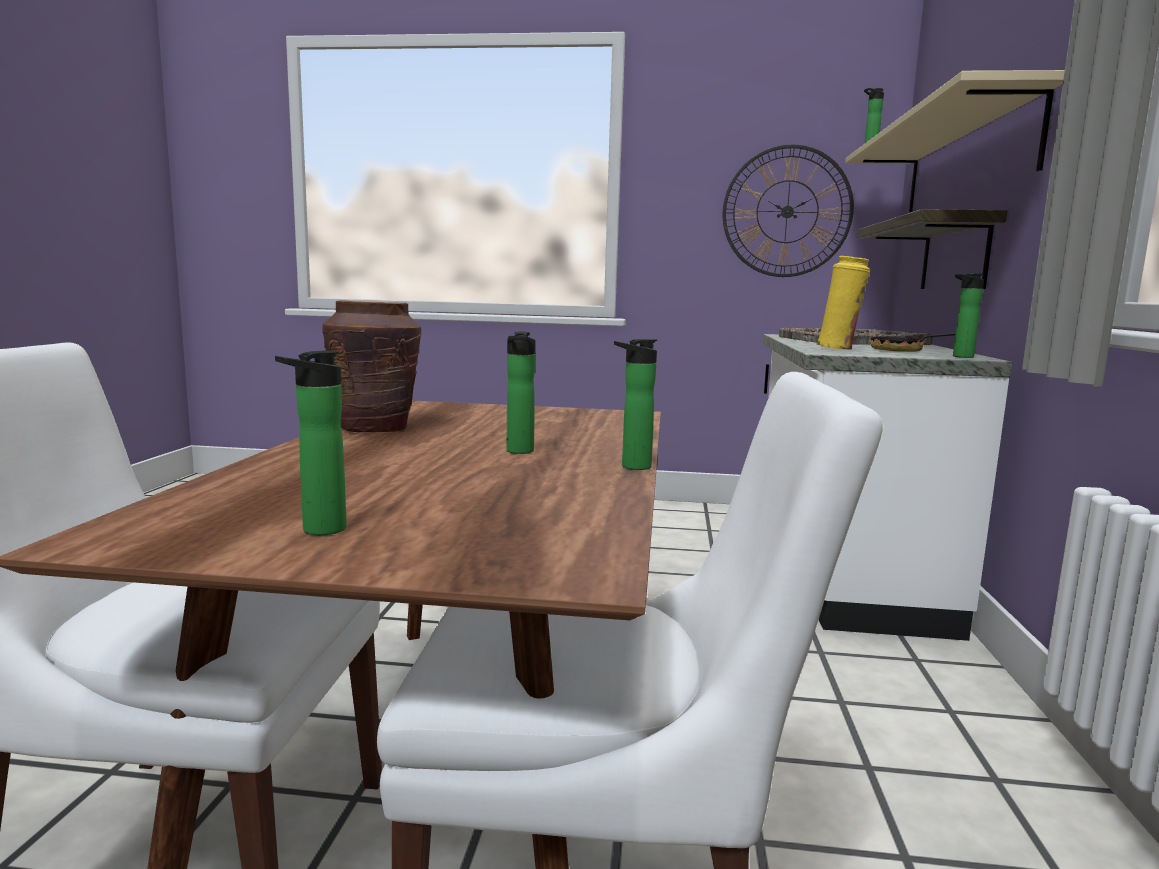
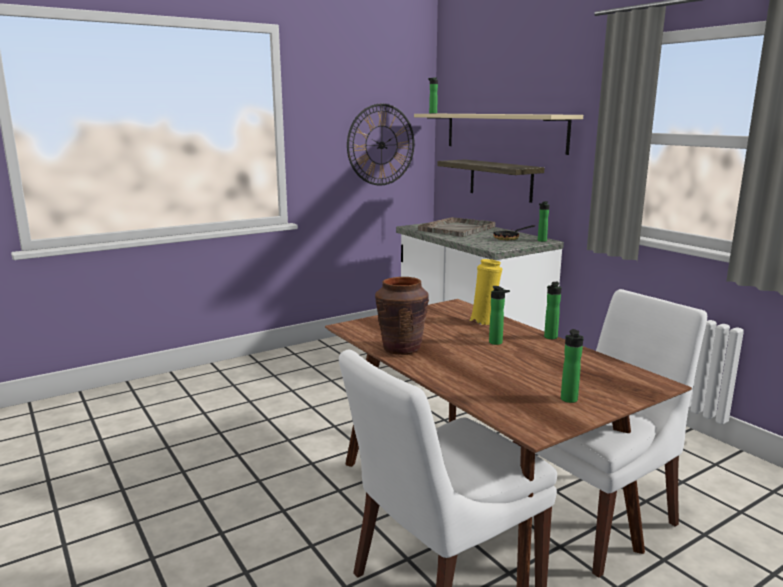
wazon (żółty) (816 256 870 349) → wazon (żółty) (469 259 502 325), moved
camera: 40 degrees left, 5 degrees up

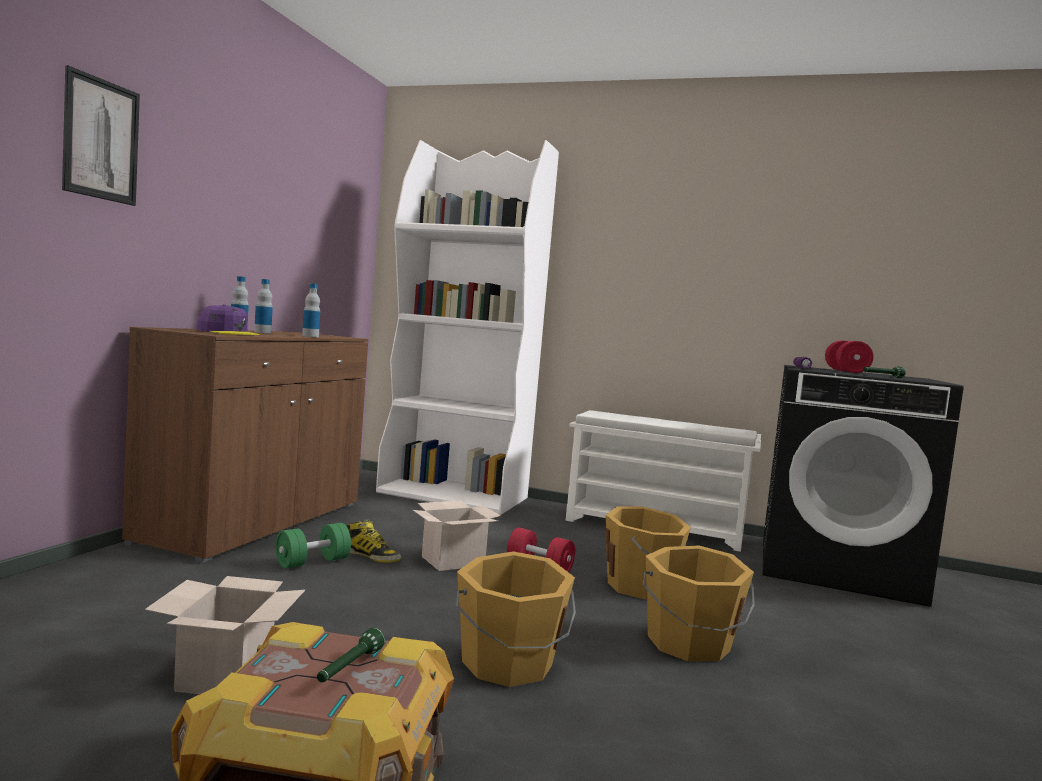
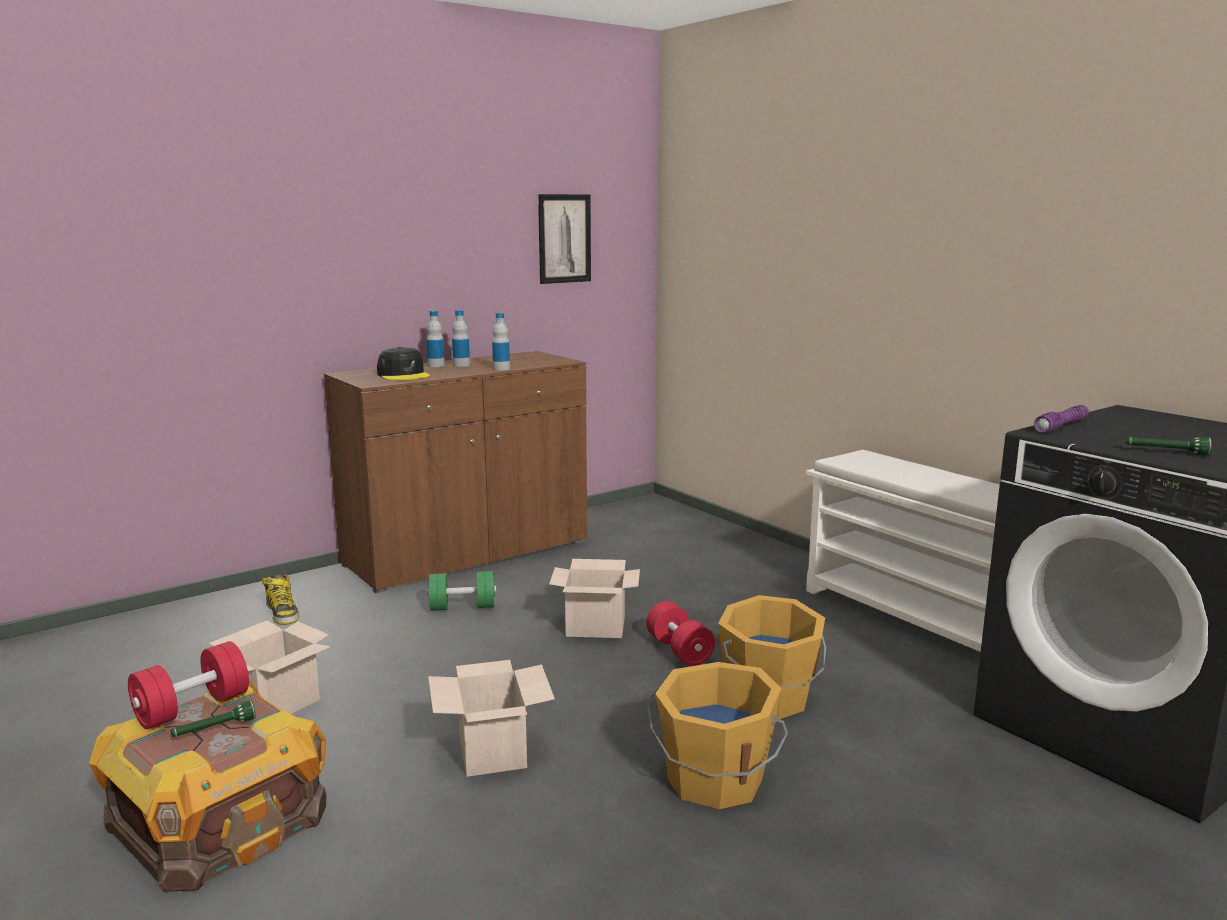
obraz (62 65 140 206) → obraz (538 194 591 284), moved
czapka z daszkiem (fioletowy) (197 304 260 335) → czapka z daszkiem (czarny) (377 347 430 380)
but z cholewką (346 520 401 563) → but z cholewką (262 575 299 625), moved
regał (biały) (376 140 559 515) → -
wiadro (pomarańczowy) (456 551 576 687) → karton (428 660 555 777)
hantel (czerwony) (825 341 873 373) → hantel (czerwony) (128 641 249 729), moved
camera: 35 degrees right, 10 degrees up

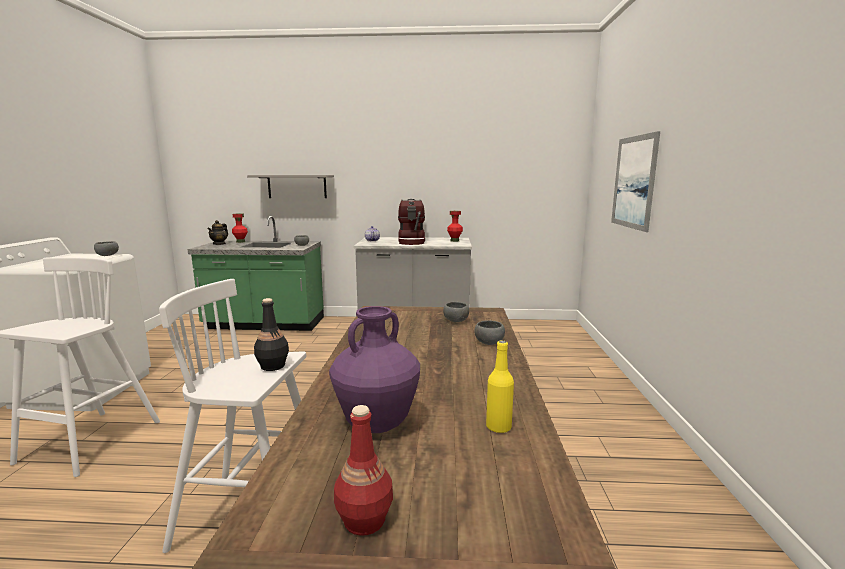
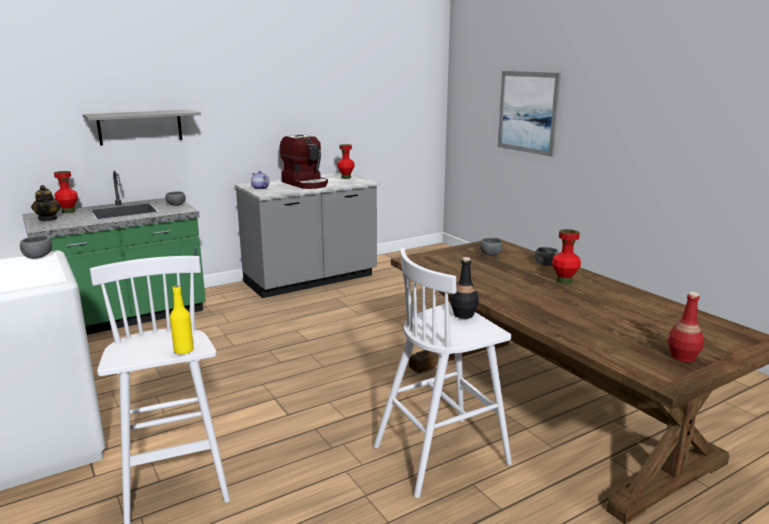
wazon (fioletowy) (329 306 420 433) → -
butelka (żółty) (486 340 514 433) → butelka (żółty) (170 286 194 354), moved
- → wazon (czerwony) (552 229 581 284)
camera: 35 degrees left, 5 degrees up

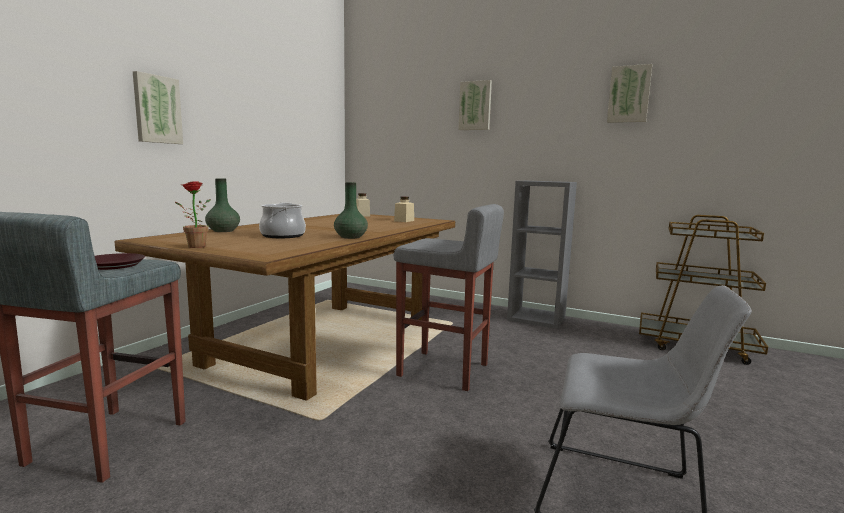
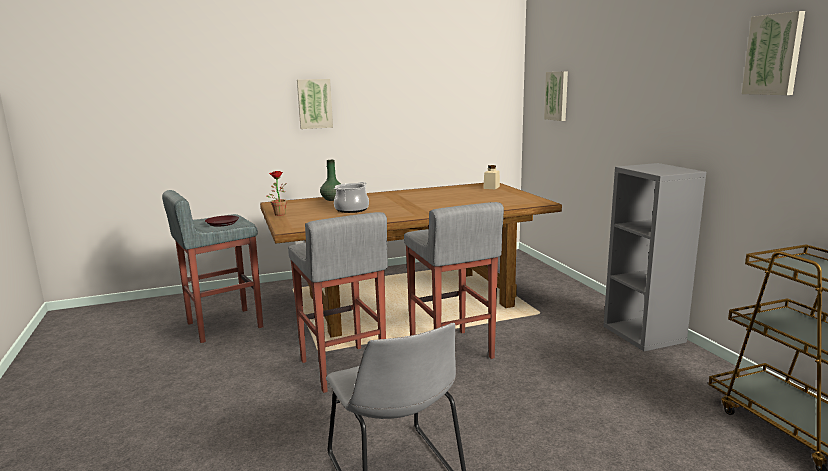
wazon (zielony) (334 182 368 239) → -
słoik (beżowy) (394 197 414 222) → -
obraz (458 80 492 130) → obraz (544 71 568 121), moved
- → stołek (szary) (288 212 388 393)
camera: 45 degrees right, 5 degrees up

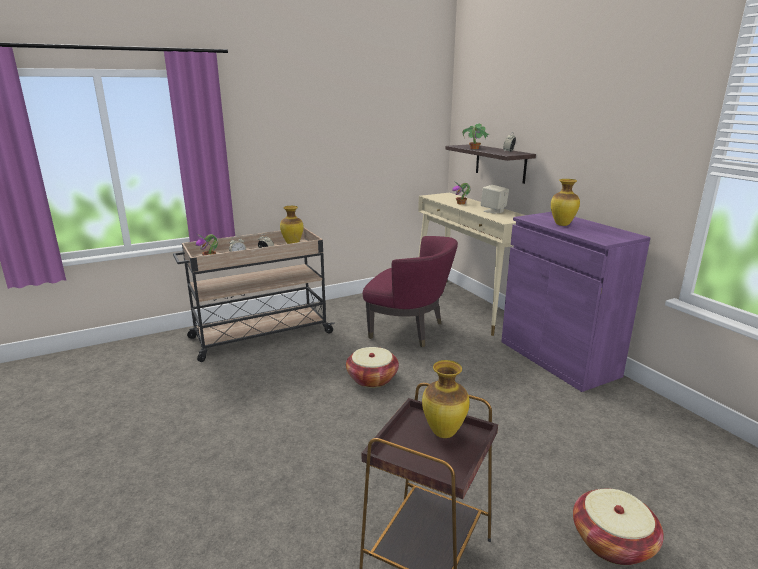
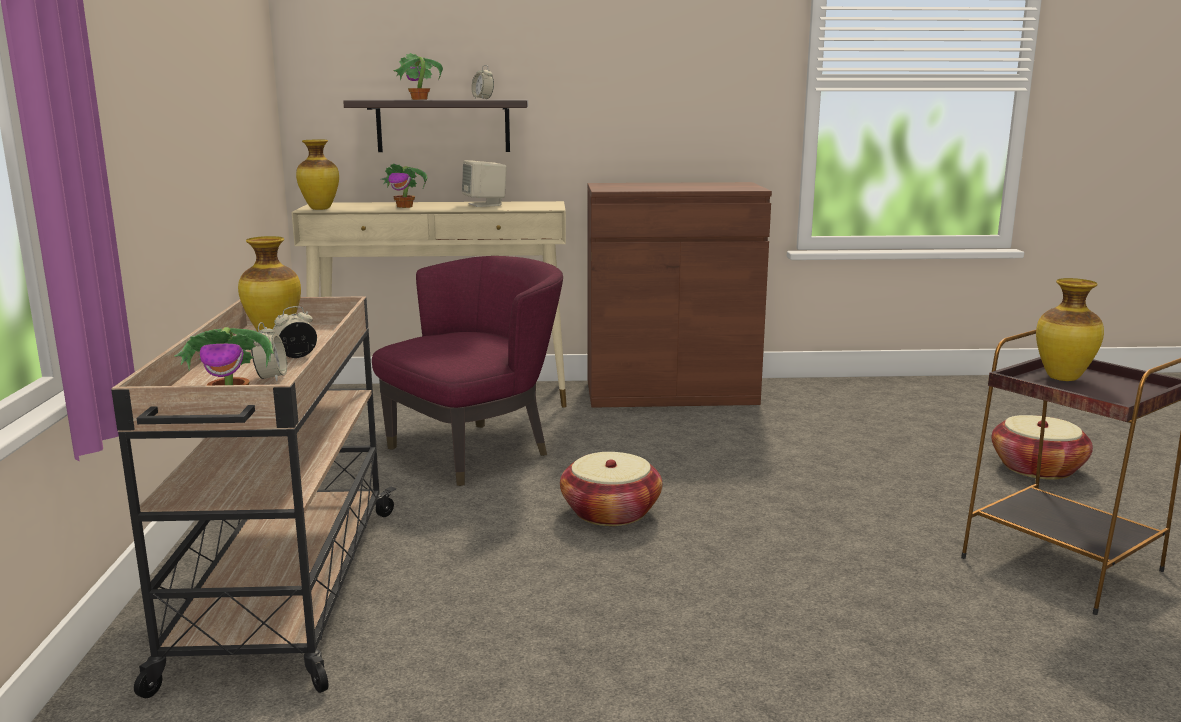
szafka (fioletowy) (501 212 651 392) → szafka (brązowy) (587 182 772 408)
wazon (551 179 580 226) → wazon (296 140 339 210), moved
camera: 65 degrees left, 5 degrees down

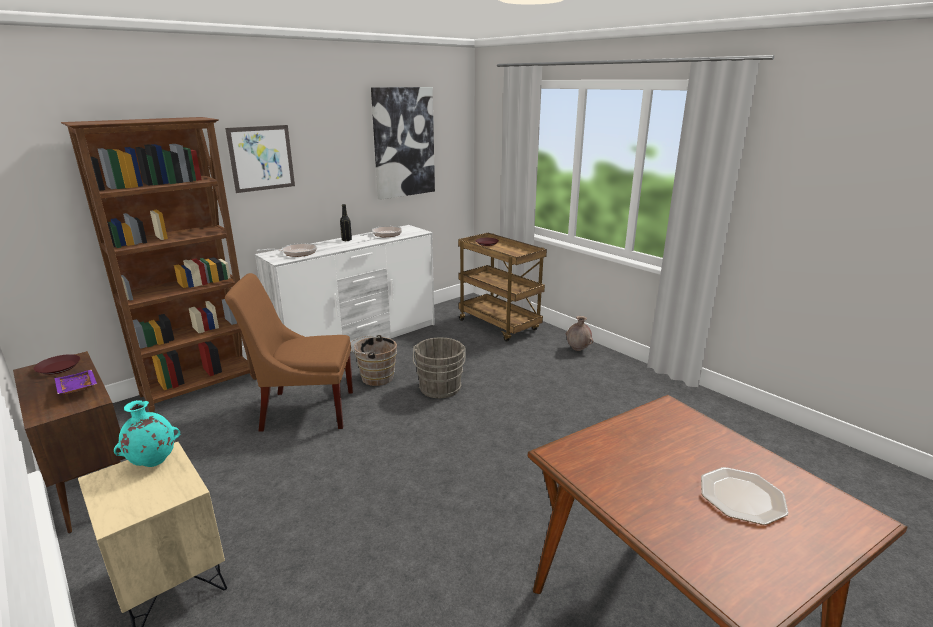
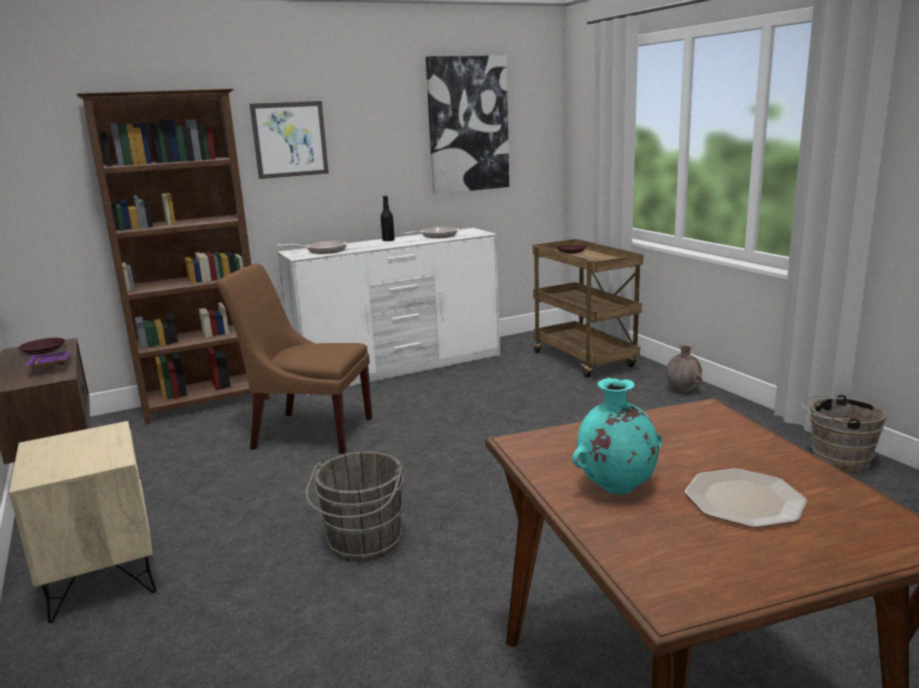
wazon (turkusowy) (114 400 180 467) → wazon (turkusowy) (572 378 662 494), moved
wiadro (brązowy) (351 335 397 386) → wiadro (brązowy) (801 395 887 474), moved
wiadro (szary) (413 337 466 398) → wiadro (szary) (305 451 404 562), moved
camera: 15 degrees right, 5 degrees down

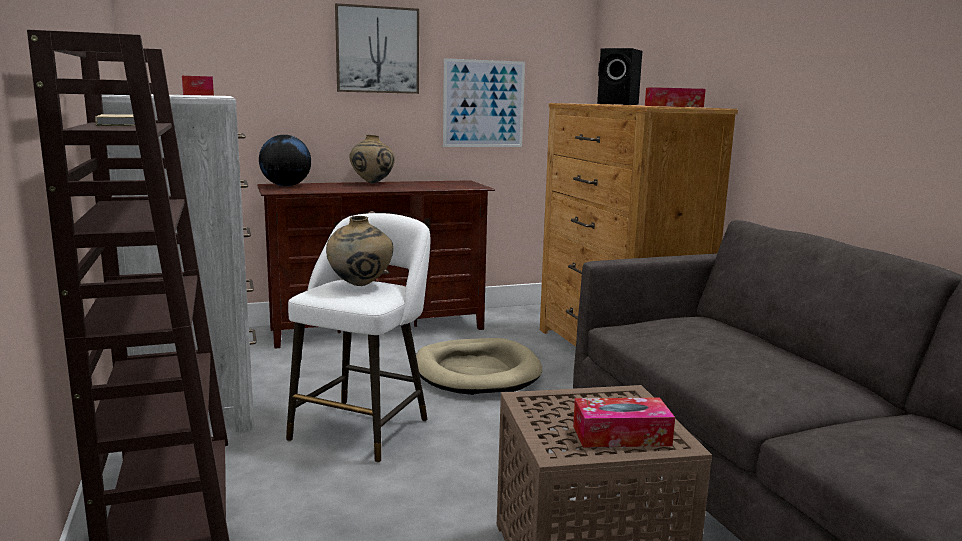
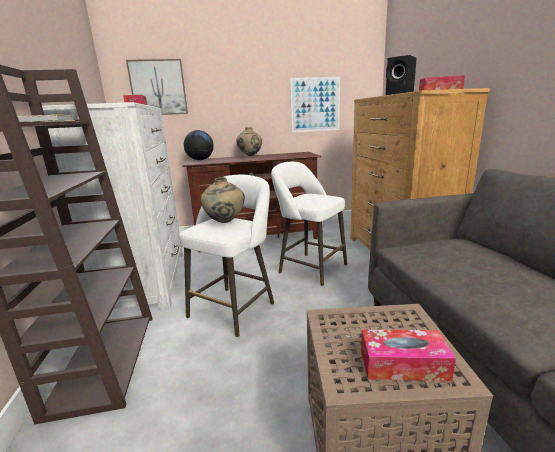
obraz (335 3 419 94) → obraz (126 59 188 115), moved
legowisko (beżowy) (416 338 542 395) → stołek (biały) (271 162 347 286)
camera: 10 degrees right, 5 degrees up

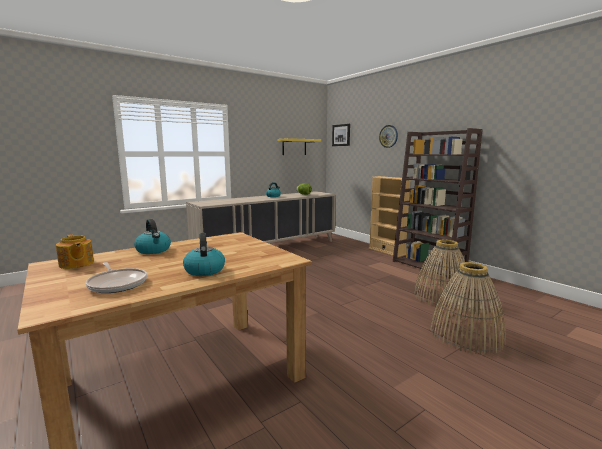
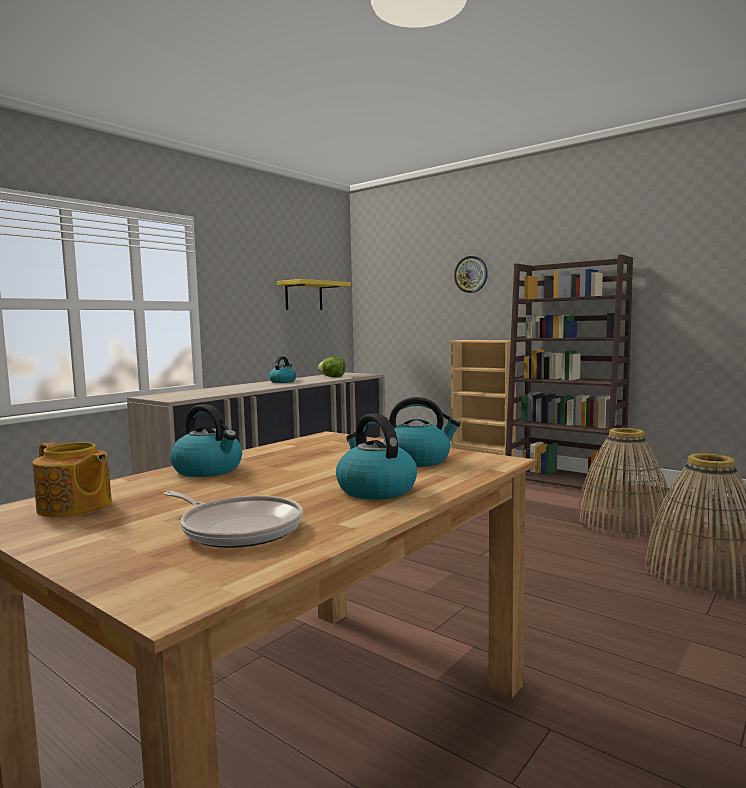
obraz (332 124 350 146) → -
- → czajnik (384 397 461 467)
camera: 15 degrees left, 5 degrees down

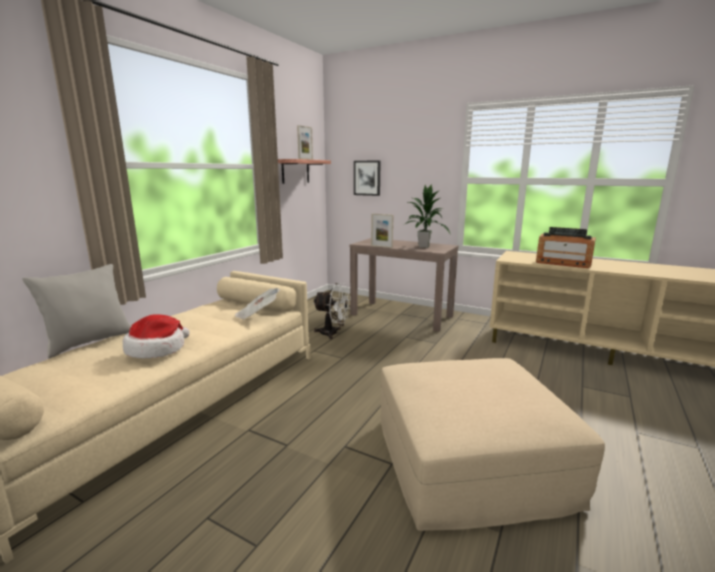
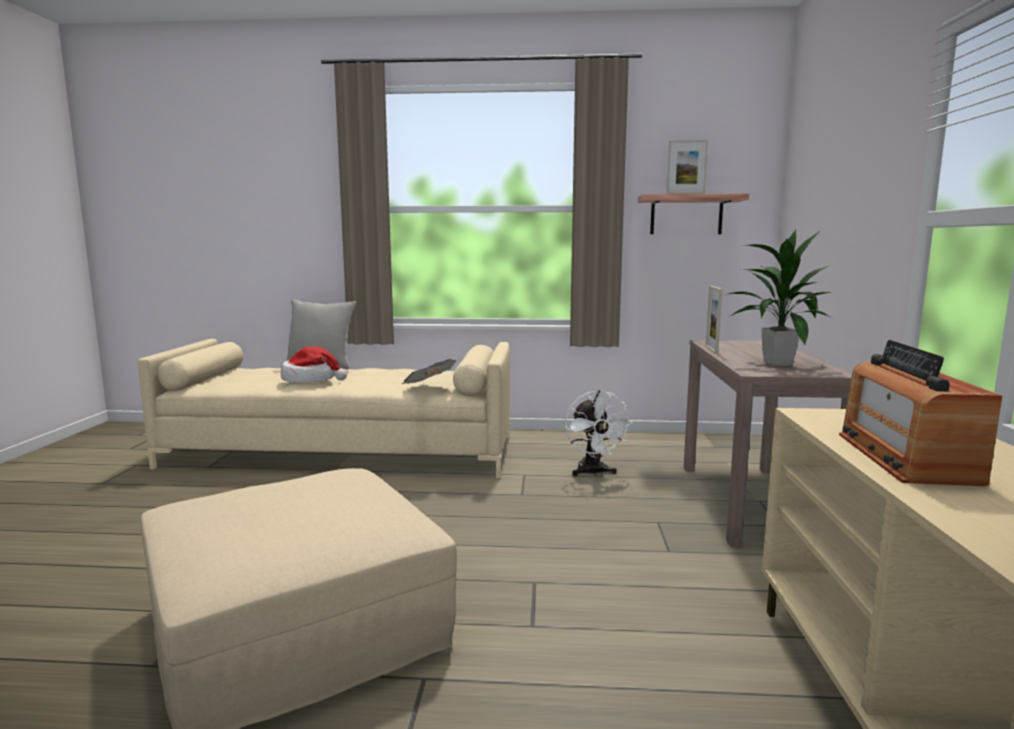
obraz (354 160 381 196) → -
camera: 65 degrees right, 5 degrees down

